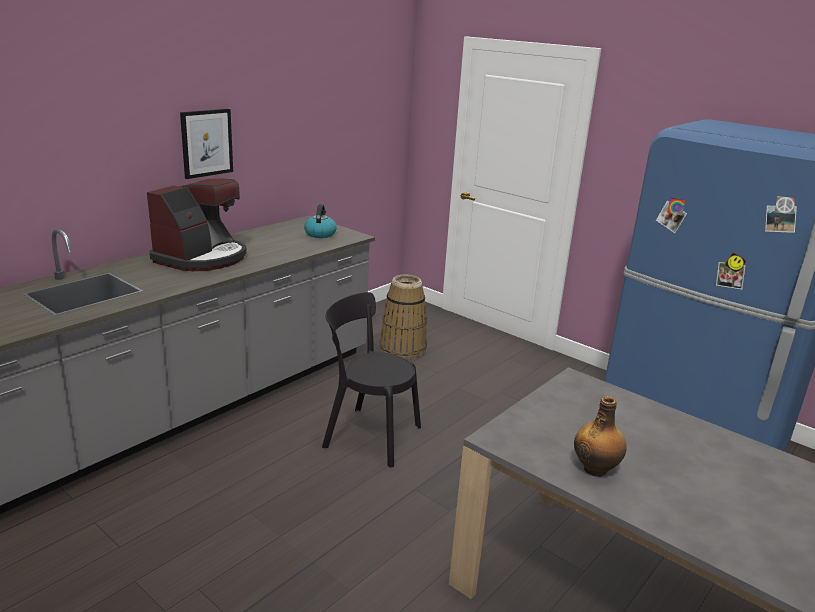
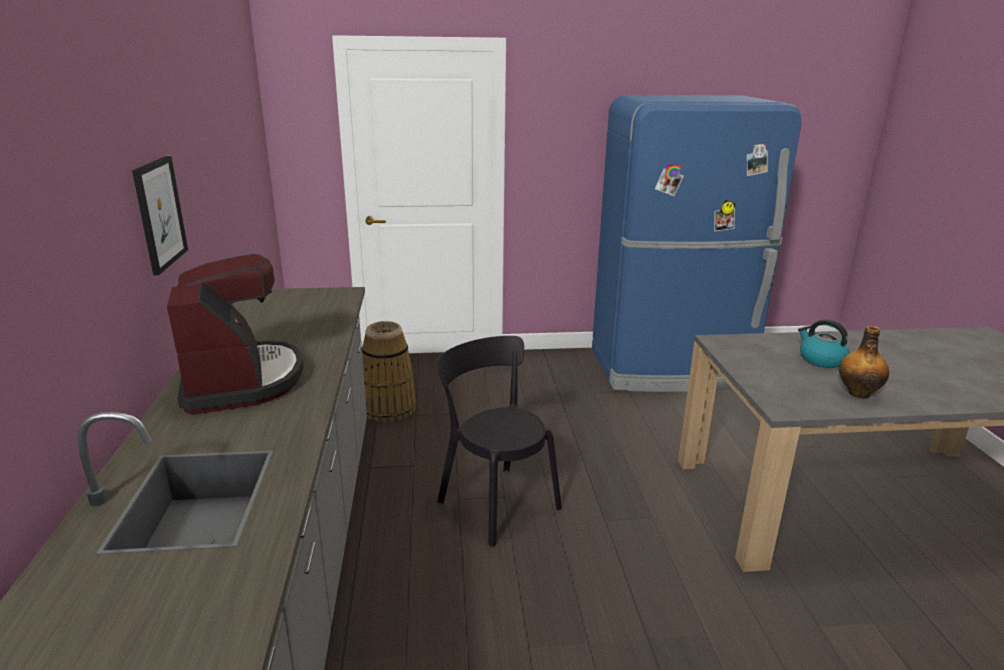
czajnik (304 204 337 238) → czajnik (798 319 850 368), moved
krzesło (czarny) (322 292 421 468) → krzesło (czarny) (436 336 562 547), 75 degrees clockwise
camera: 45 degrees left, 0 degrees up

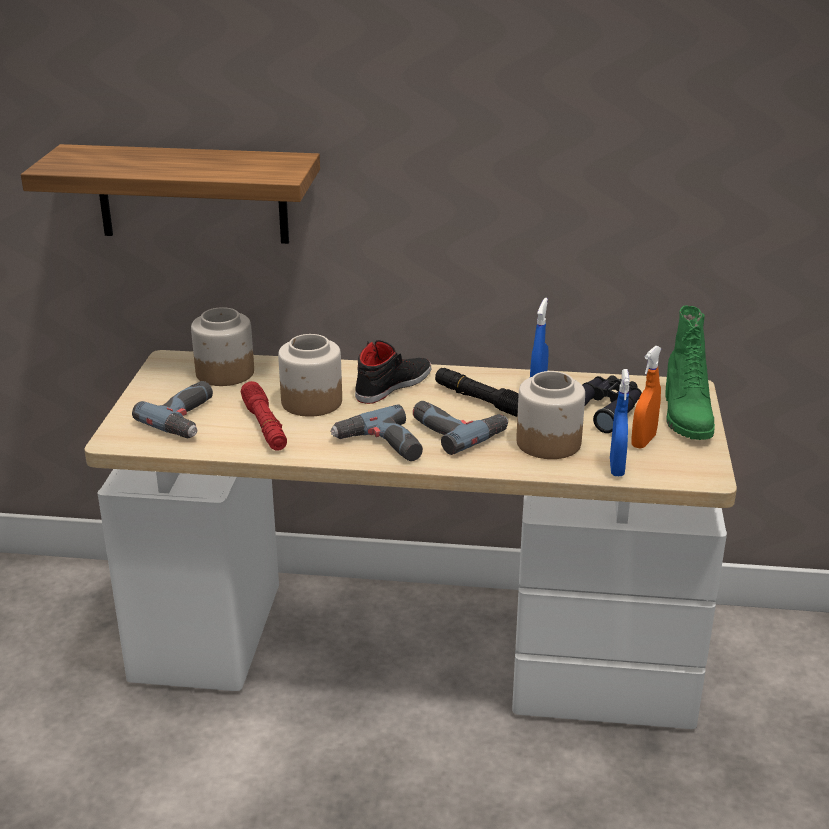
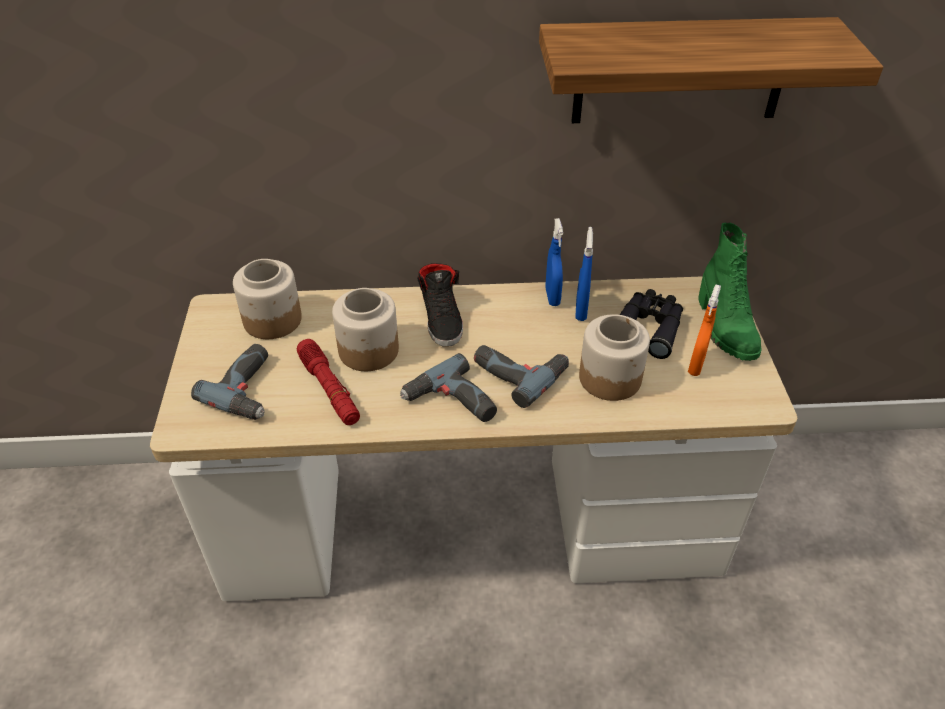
półka (21 144 320 244) → półka (539 17 883 123), moved
but (czarny) (355 340 431 404) → but (czarny) (417 263 463 347), 135 degrees clockwise
latarka (czarny) (435 368 519 417) → -
spryskiwacz (niebieski) (610 369 630 476) → spryskiwacz (niebieski) (545 218 563 306), moved
camera: 10 degrees left, 15 degrees up

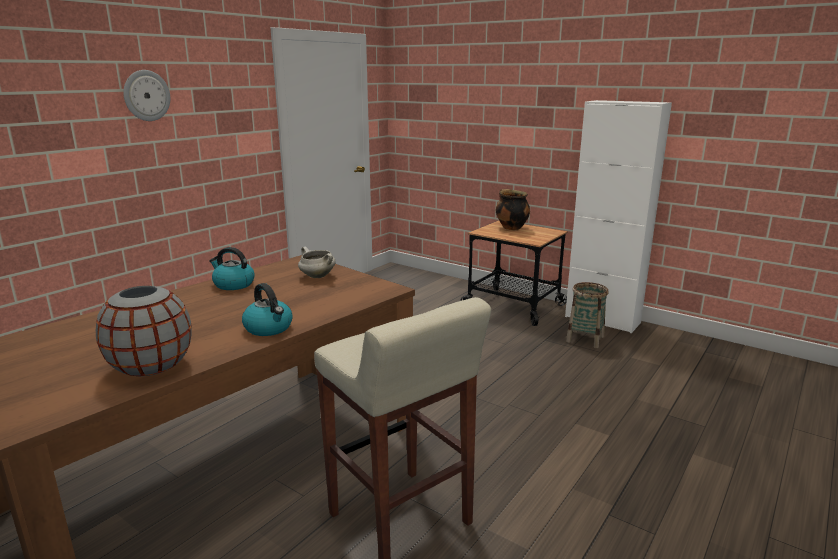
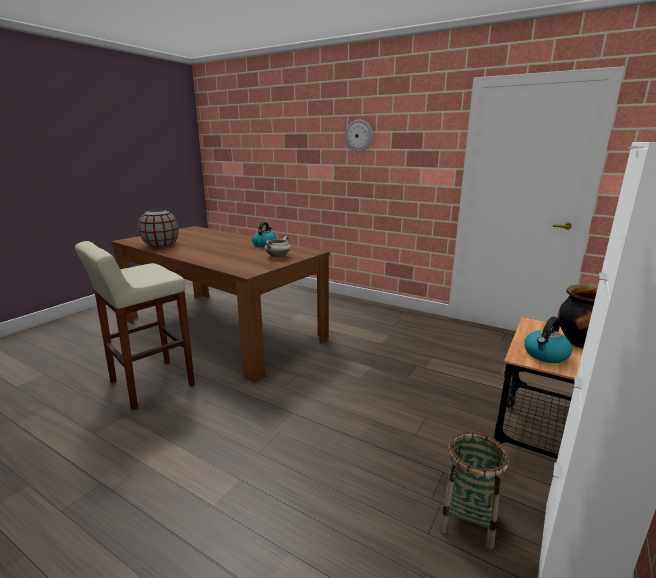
czajnik (242 283 293 336) → czajnik (524 317 572 363), moved
camera: 85 degrees right, 0 degrees up

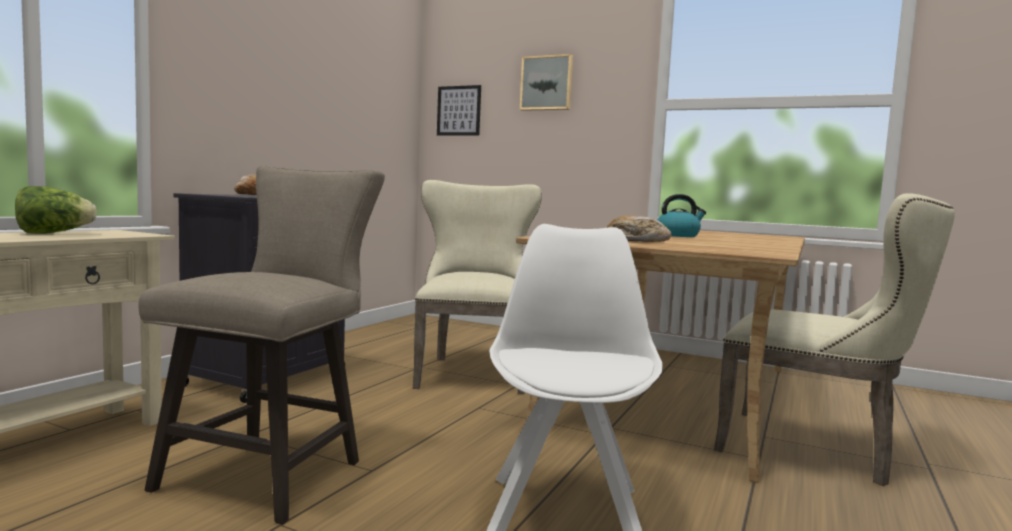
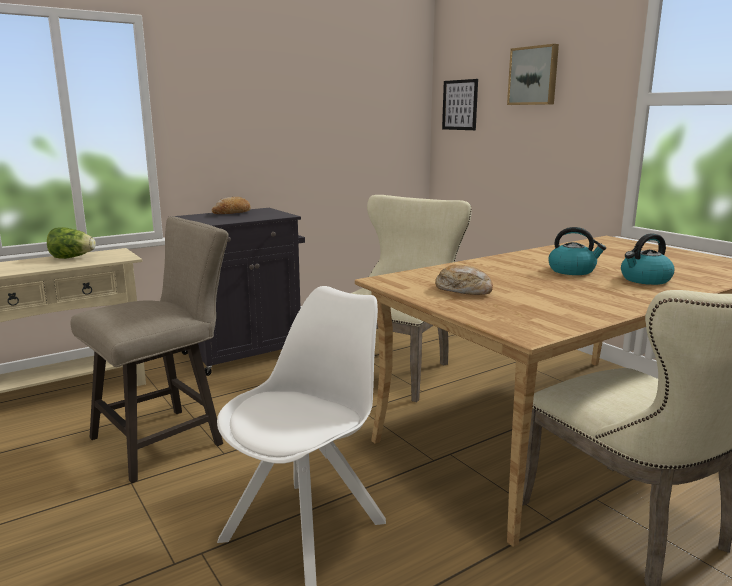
- → czajnik (621 234 674 285)
camera: 30 degrees right, 10 degrees up

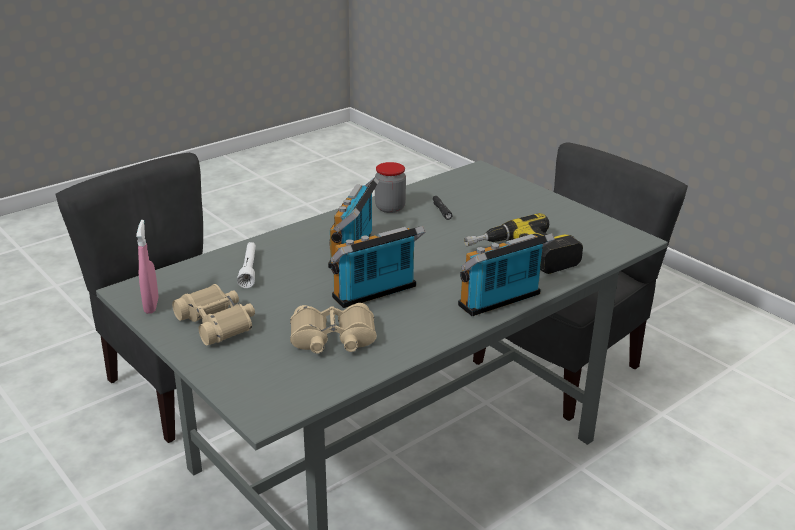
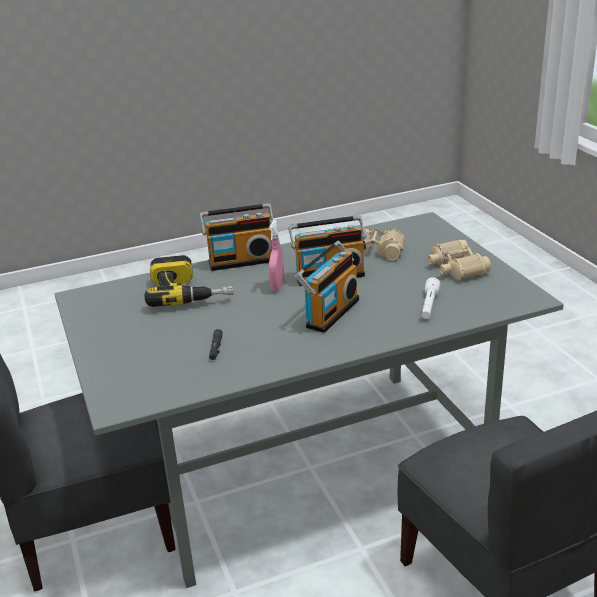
spryskiwacz (różowy) (136 220 159 314) → spryskiwacz (różowy) (269 220 284 291), moved
słoik (375 162 406 213) → -
camera: 160 degrees left, 0 degrees up

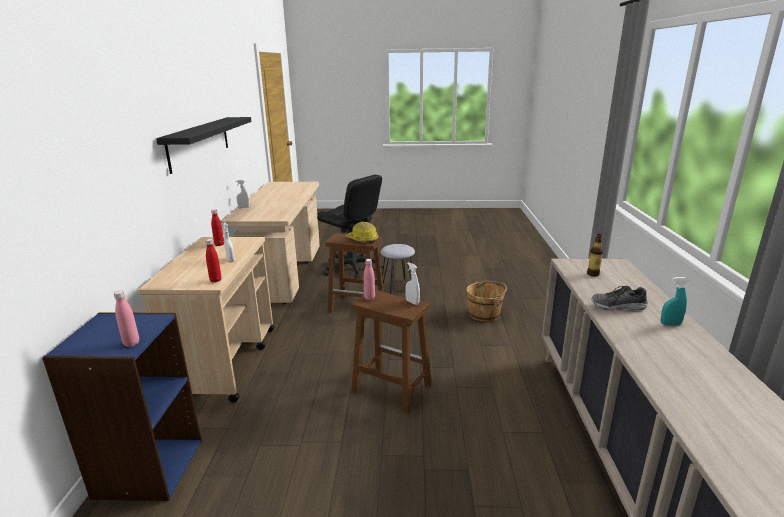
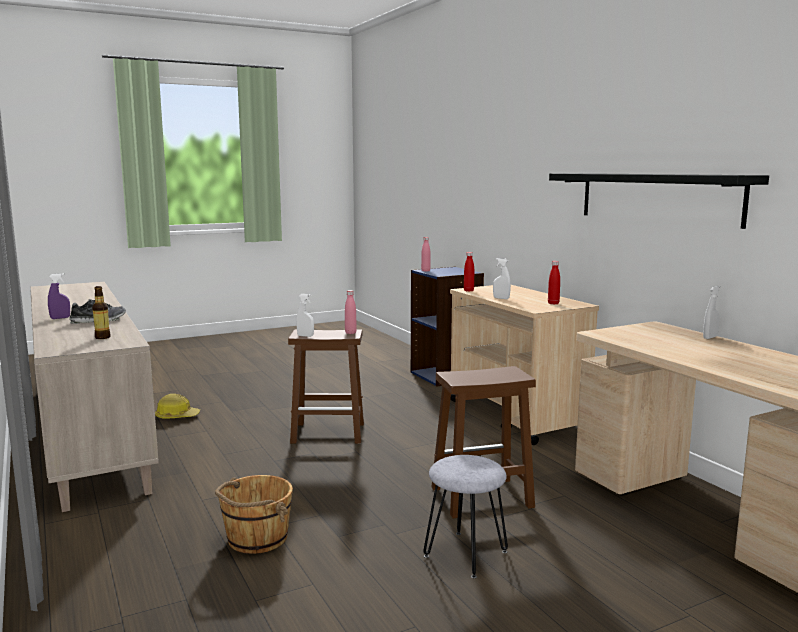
krzesło biurowe (czarny) (317 175 383 278) → -
kask (345 222 379 243) → kask (155 394 200 418), moved
spryskiwacz (turkusowy) (661 277 689 325) → spryskiwacz (fioletowy) (48 273 70 319)
camera: 150 degrees right, 10 degrees down

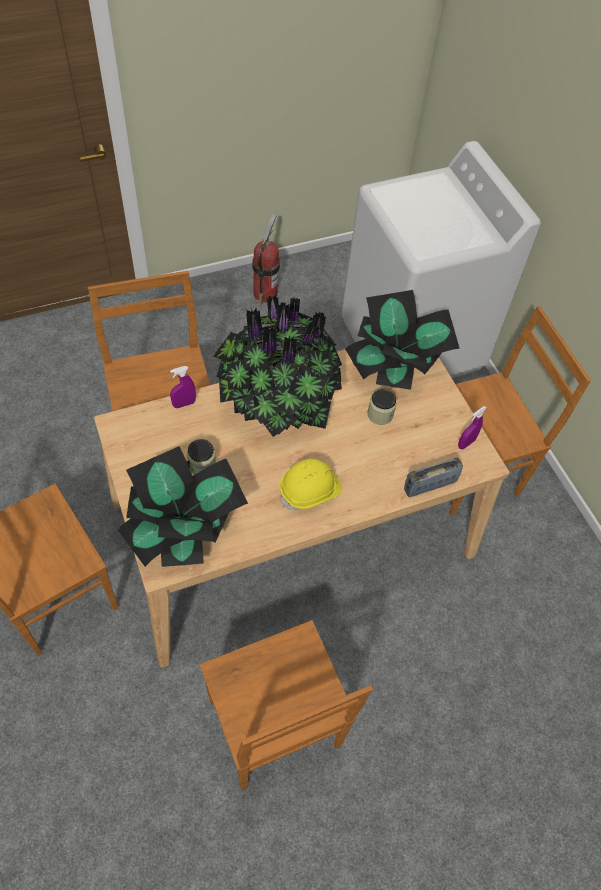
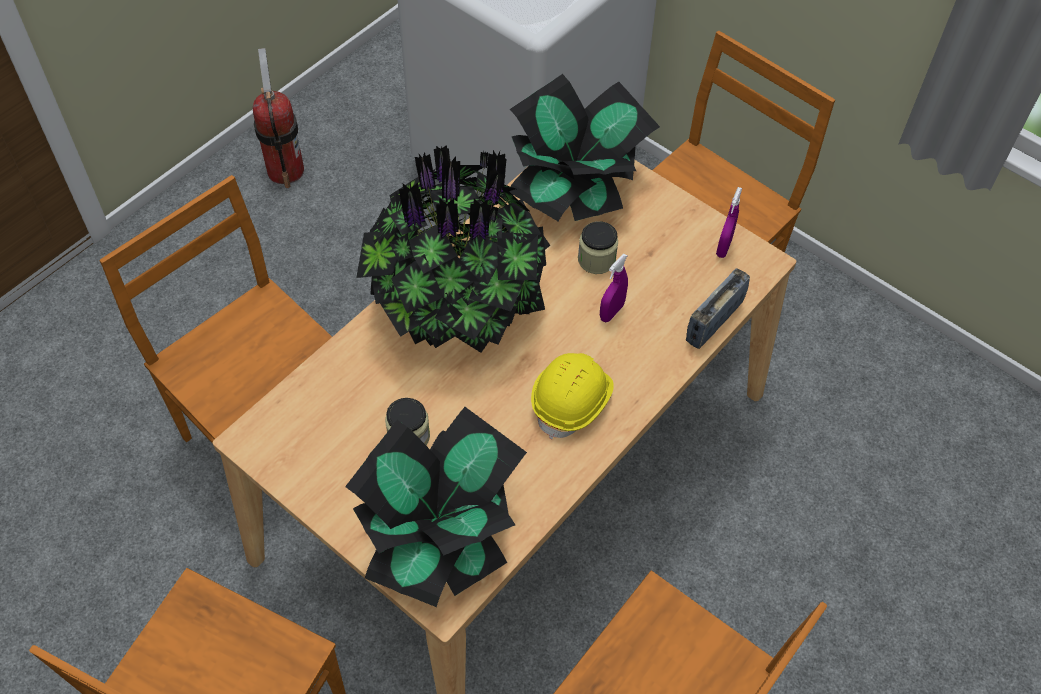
spryskiwacz (fioletowy) (170 366 196 408) → spryskiwacz (fioletowy) (600 254 628 322), moved
camera: 25 degrees left, 0 degrees up

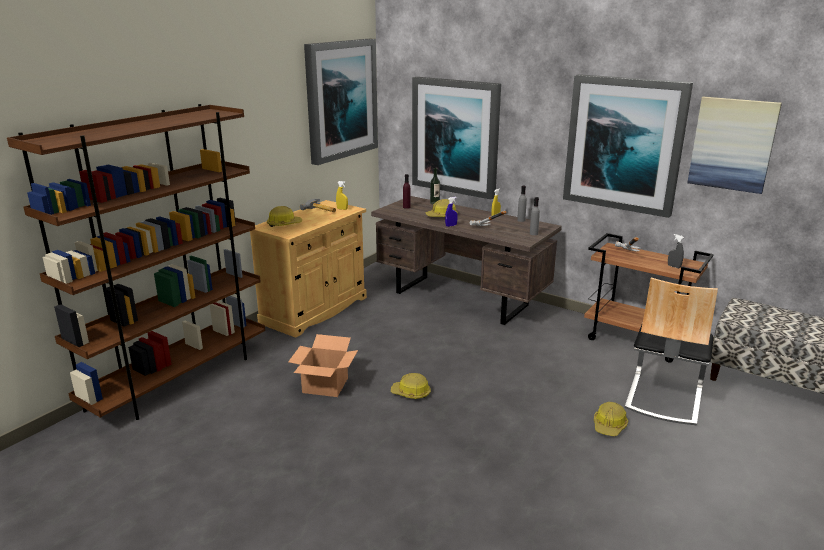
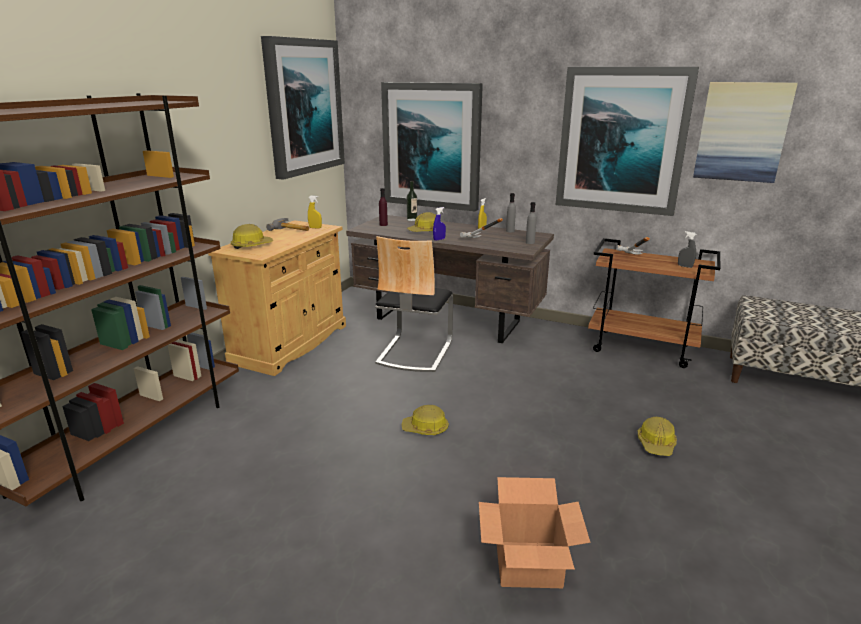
karton (288 334 358 397) → karton (479 477 591 588), moved
krzesło (625 277 718 425) → krzesło (375 236 453 372), moved
camera: 10 degrees left, 0 degrees up

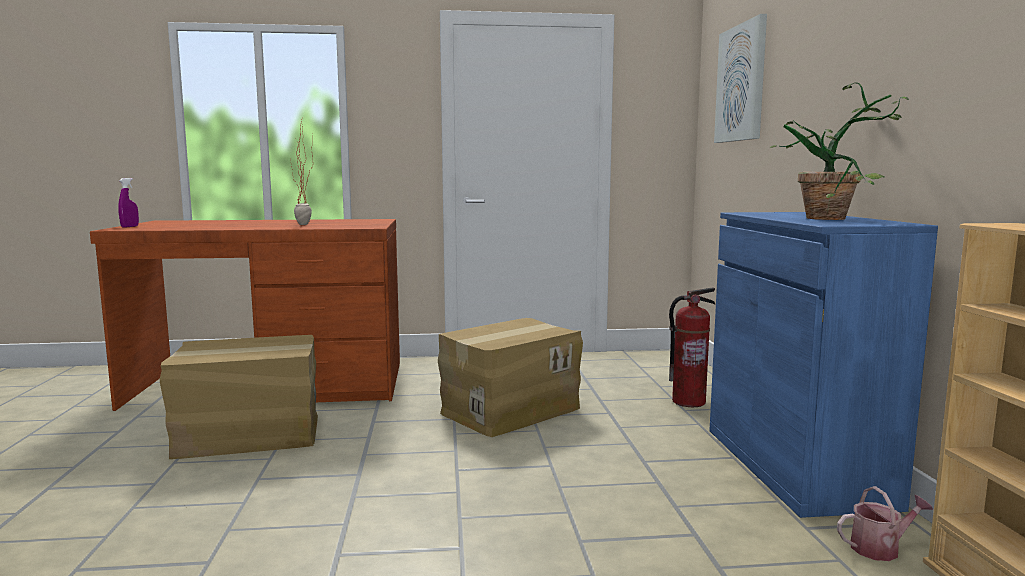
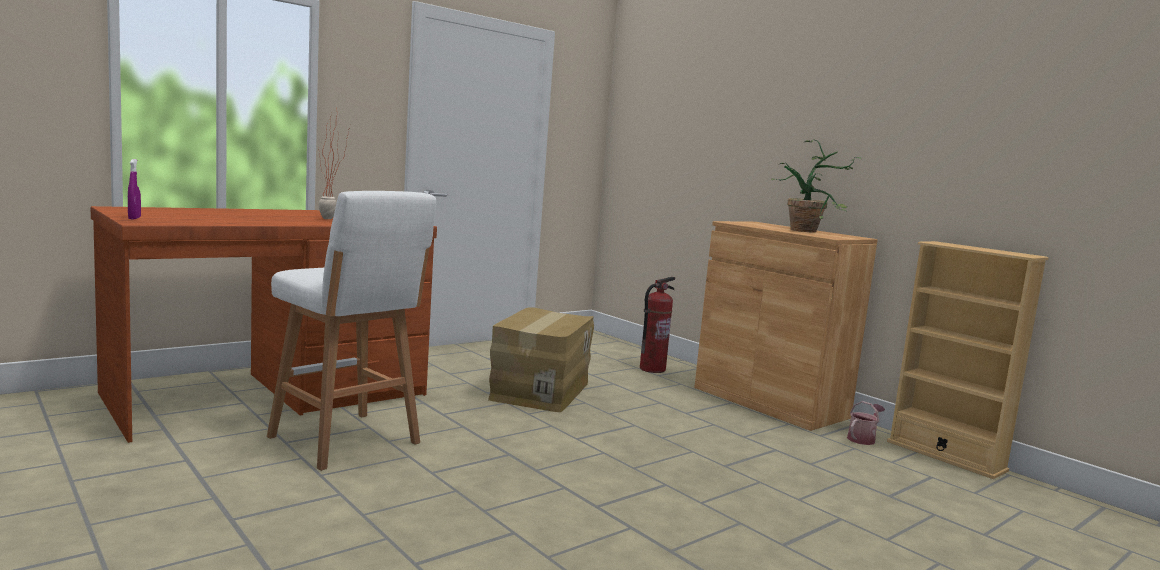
karton (160 335 318 459) → stołek (biały) (267 191 436 471)
szafka (niebieski) (709 212 938 518) → szafka (brązowy) (694 221 878 431)
obraz (714 14 767 143) → -
camera: 35 degrees left, 0 degrees up

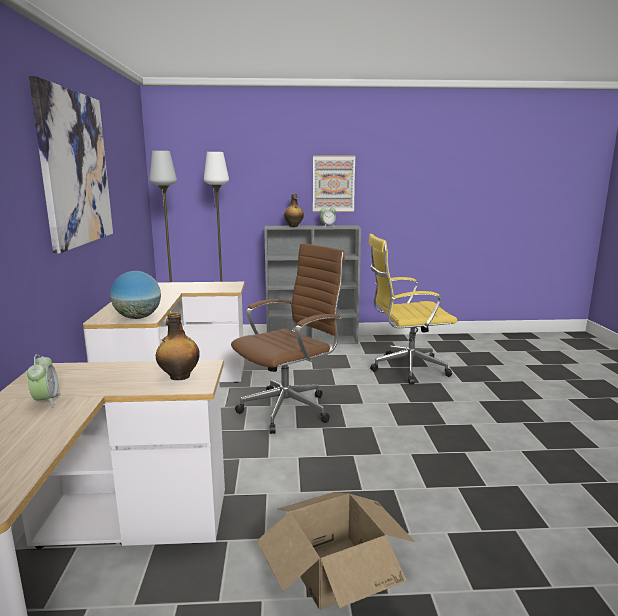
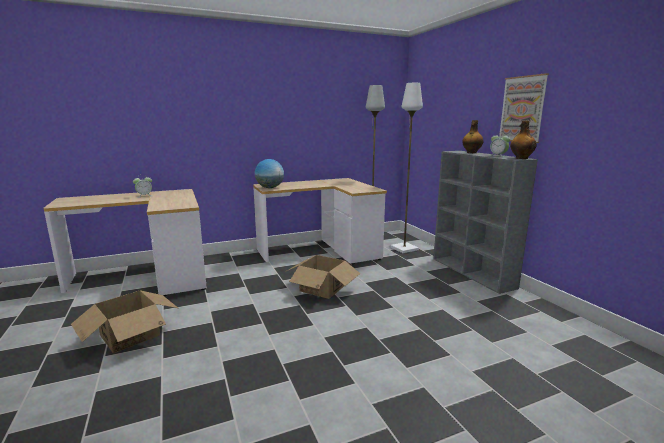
obraz (29 76 113 254) → -
butelka (156 312 200 380) → butelka (510 121 537 159), moved
krzesło biurowe (brązowy) (231 243 345 434) → karton (285 255 360 299)
krzesło biurowe (żółty) (368 234 457 385) → -
camera: 70 degrees right, 0 degrees up

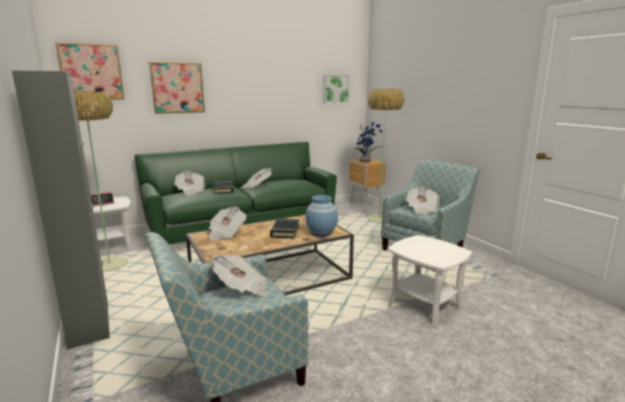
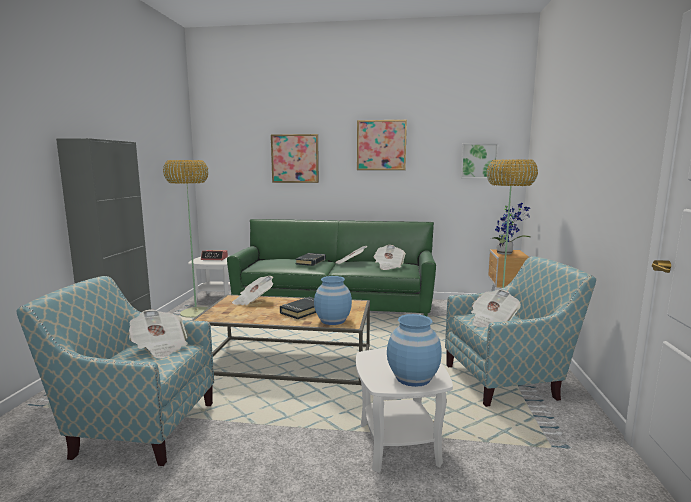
obraz (55 42 124 100) → obraz (357 120 407 170), moved
gazeta (174 171 205 196) → gazeta (374 245 405 270), moved
- → wazon (niebieski) (387 314 441 387)
camera: 35 degrees right, 5 degrees down

